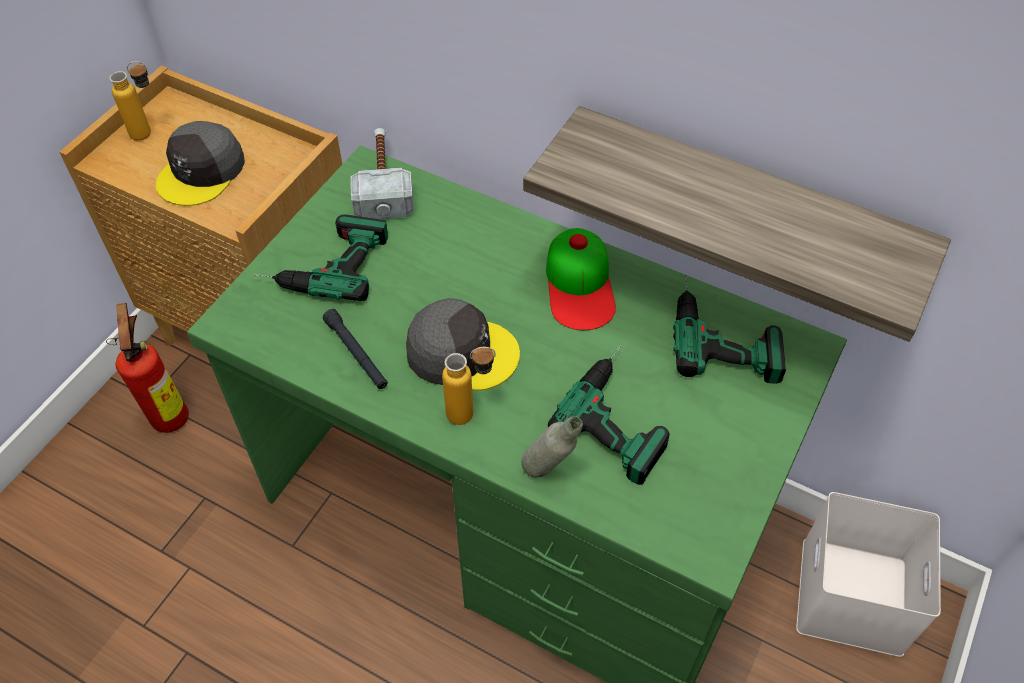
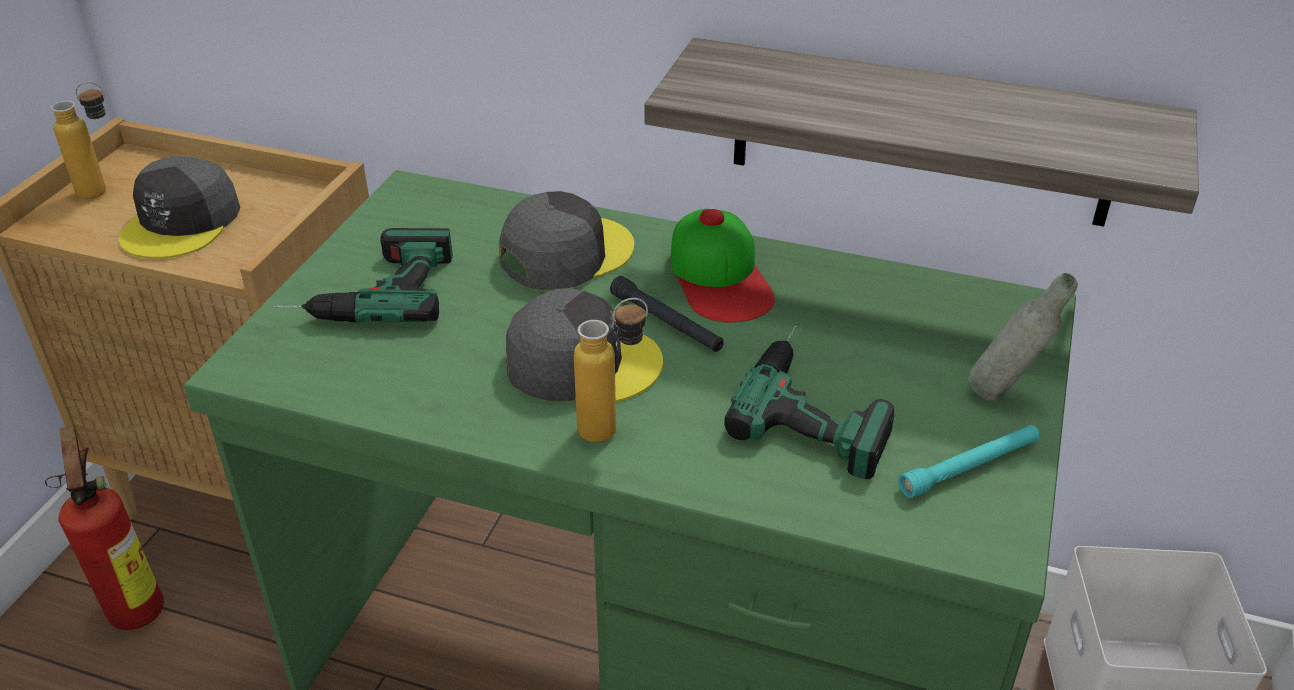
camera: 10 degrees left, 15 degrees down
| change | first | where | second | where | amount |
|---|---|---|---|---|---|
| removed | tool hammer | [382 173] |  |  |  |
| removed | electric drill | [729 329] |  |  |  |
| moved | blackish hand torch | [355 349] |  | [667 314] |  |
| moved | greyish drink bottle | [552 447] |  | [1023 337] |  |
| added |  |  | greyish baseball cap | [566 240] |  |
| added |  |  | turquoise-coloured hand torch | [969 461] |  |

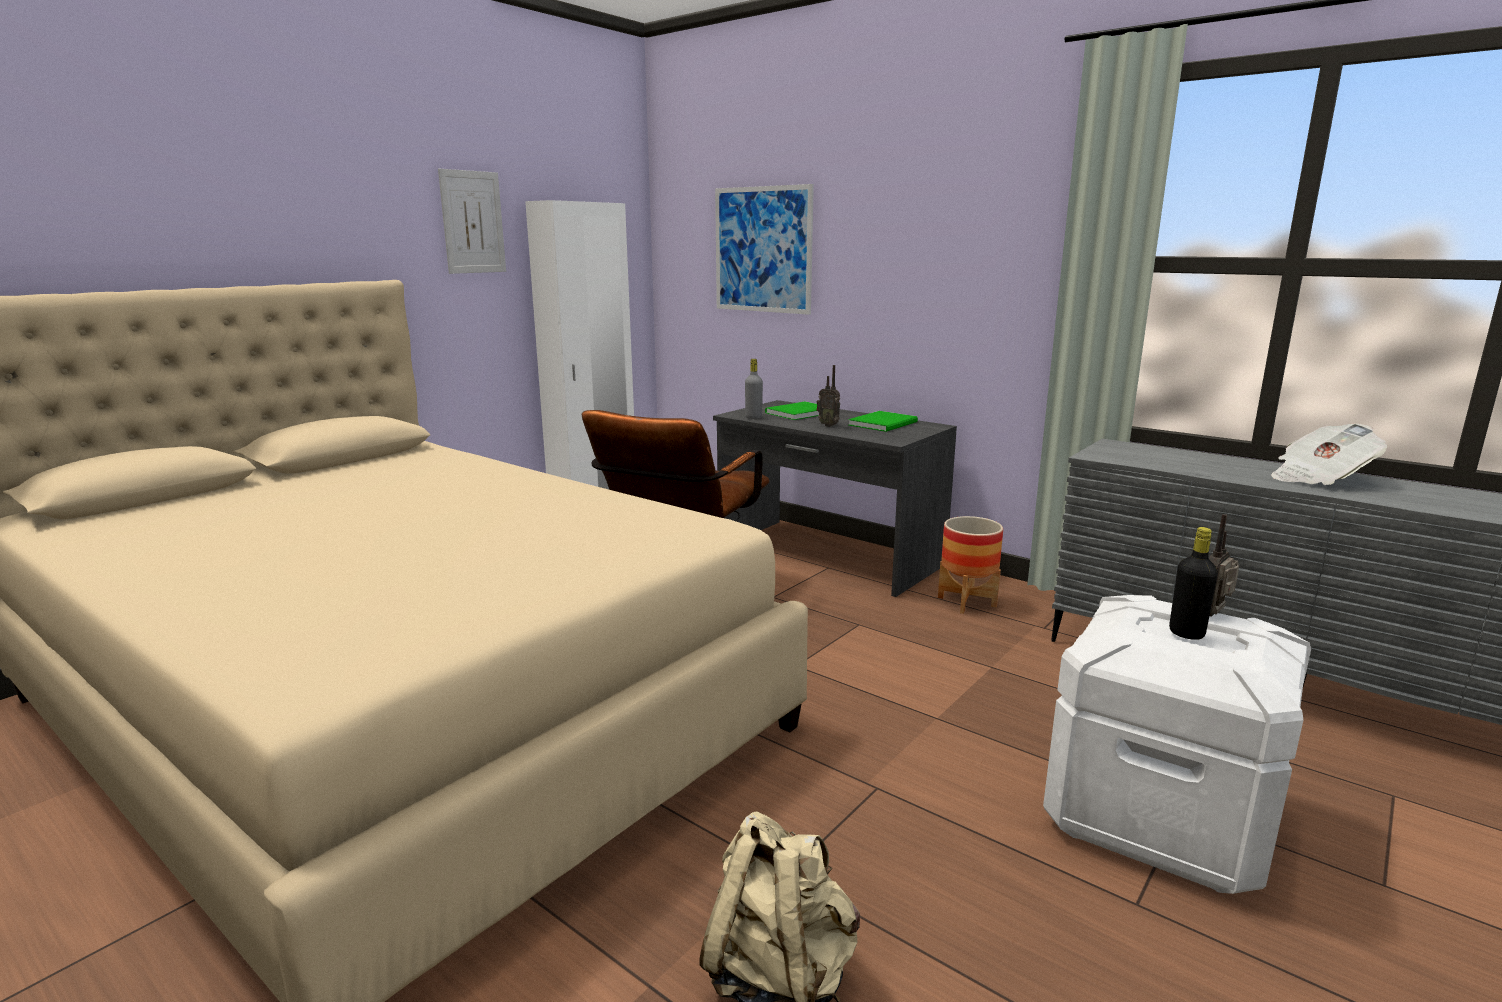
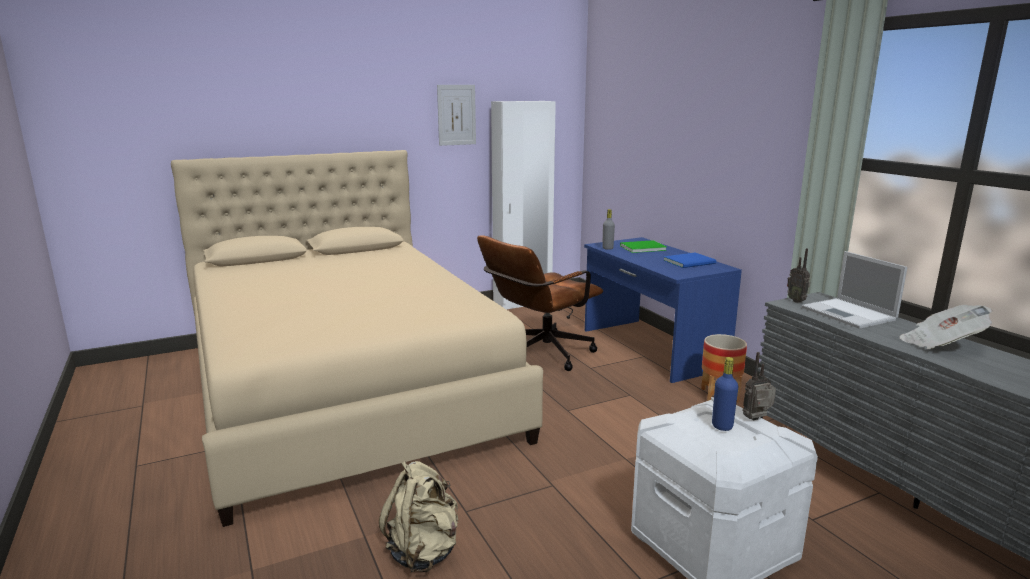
camera: 25 degrees right, 0 degrees up
| change | first | where | second | where | amount |
|---|---|---|---|---|---|
| removed | picture | [764 249] |  |  |  |
| moved | radio receiver | [828 396] |  | [798 275] |  |
| recoloured | greyish desk unit | [835 498] | blue-coloured desk unit | [663 310] |  |
| recoloured | greenish book | [883 421] | blue-coloured book | [689 260] |  |
| recoloured | blackish drink bottle | [1193 583] | blue-coloured drink bottle | [725 394] |  |
| added |  |  | portable computer | [855 290] |  |

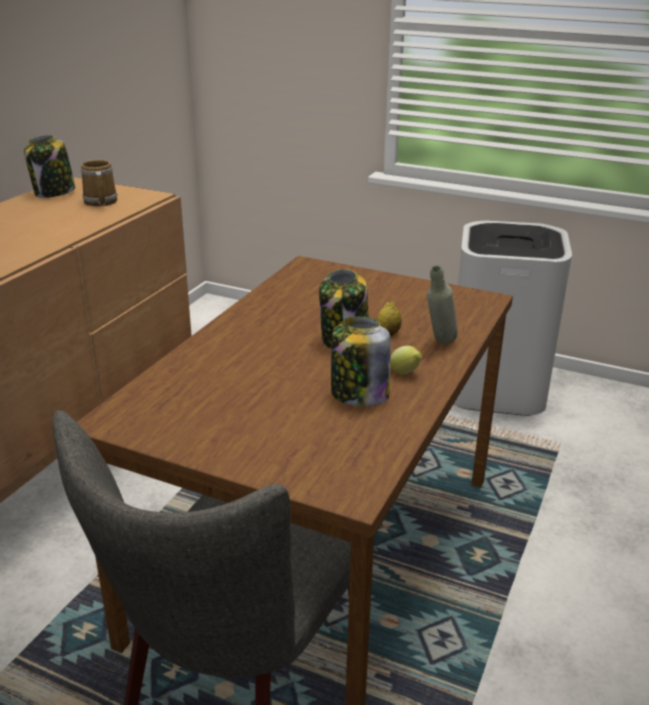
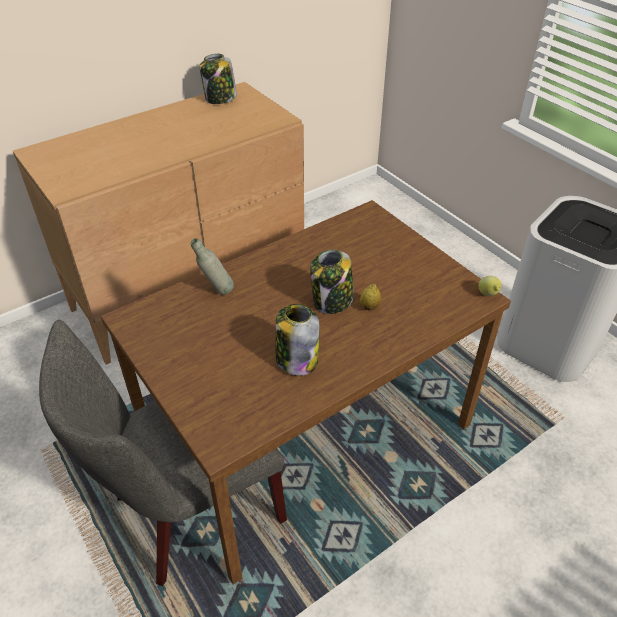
camera: 30 degrees right, 15 degrees up
| change | first | where | second | where | amount |
|---|---|---|---|---|---|
| removed | coffee mug | [99 183] |  |  |  |
| moved | greyish drink bottle | [442 304] |  | [212 266] |  |
| moved | lemon | [406 360] |  | [489 286] |  |

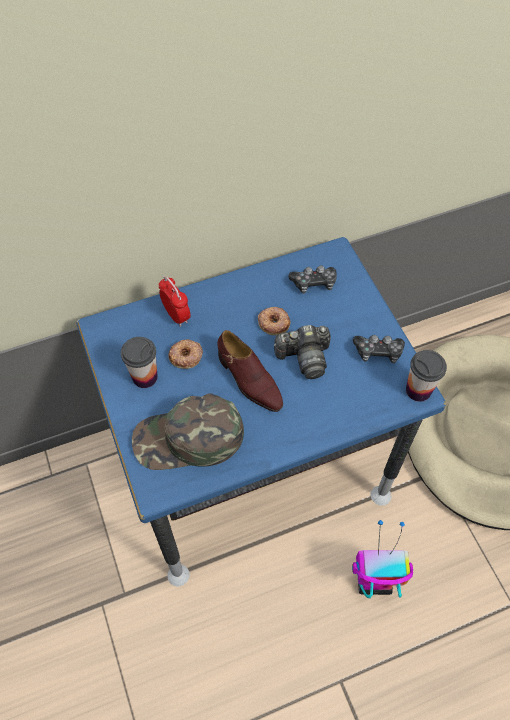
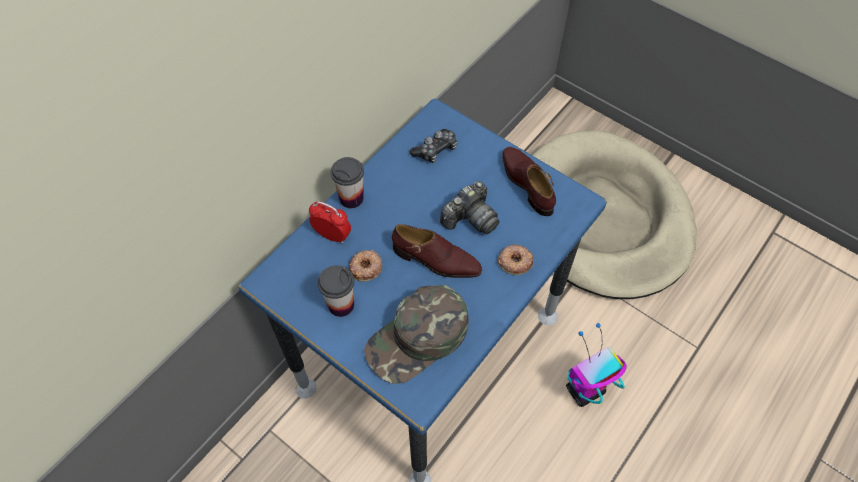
camera: 30 degrees left, 0 degrees up
| change | first | where | second | where | amount |
|---|---|---|---|---|---|
| moved | donut | [274 321] |  | [515 259] |  |
| replaced | gamepad | [379 349] | brown item of footwear | [529 181] |  |
| moved | small cup | [426 376] |  | [347 182] |  |

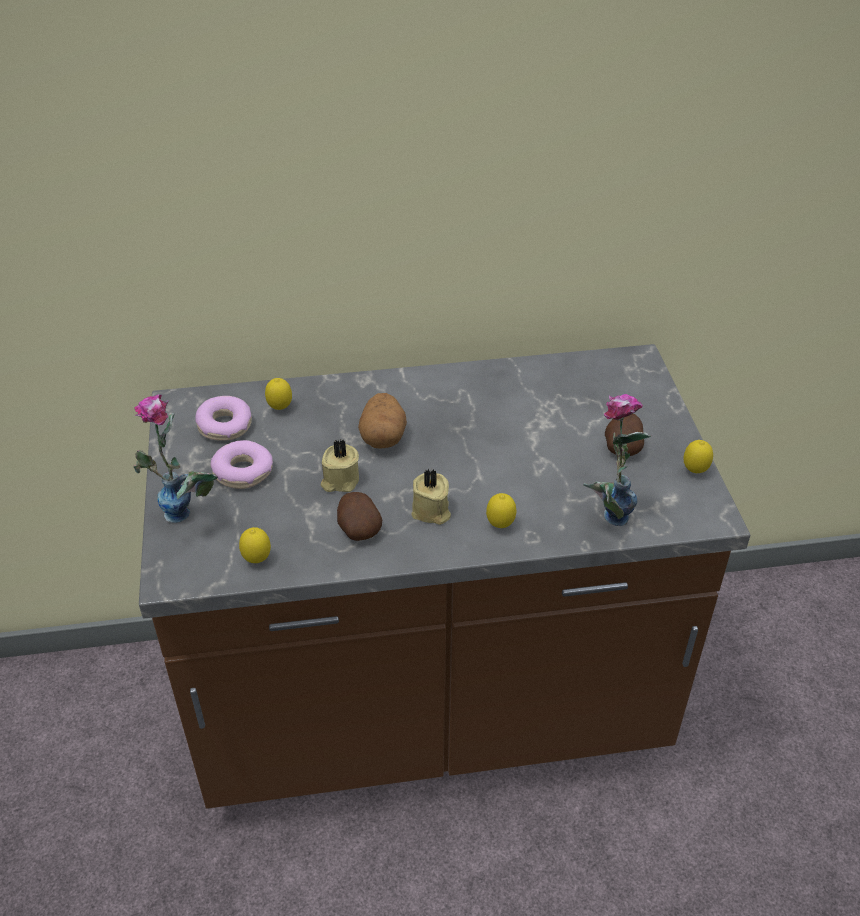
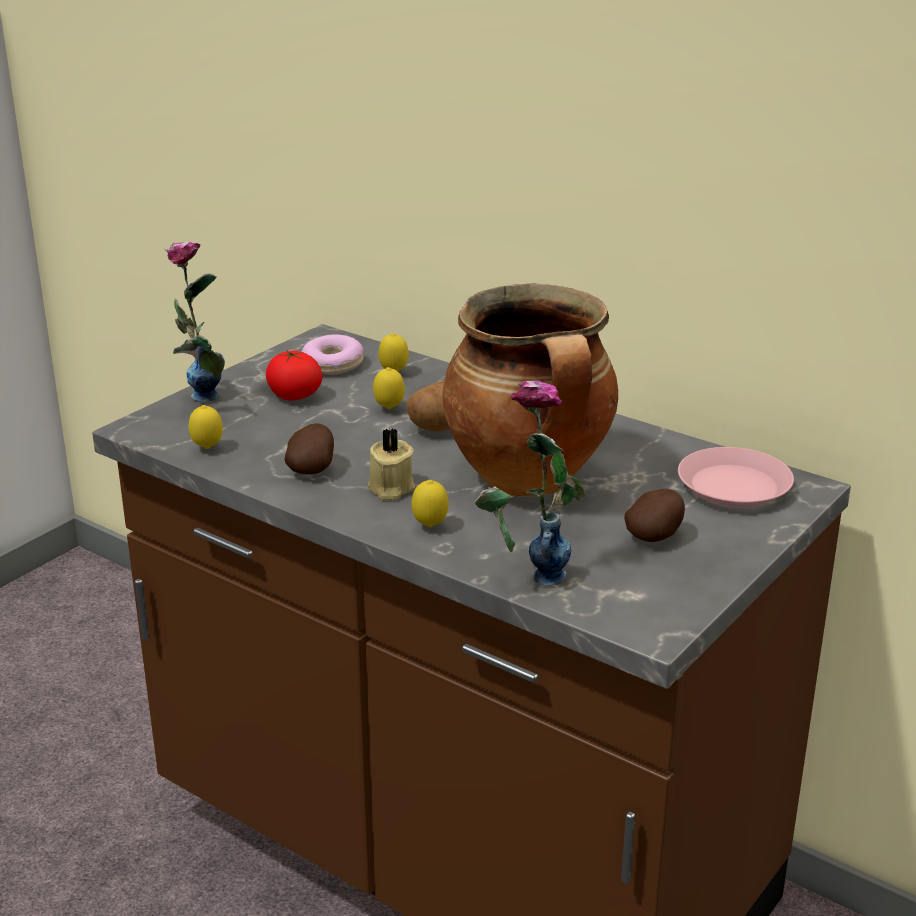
camera: 45 degrees right, 15 degrees down
| change | first | where | second | where | amount |
|---|---|---|---|---|---|
| replaced | donut | [241 464] | fresh tomato | [294 375] |  |
| removed | sand-coloured wax candle | [340 466] |  |  |  |
| moved | lemon | [698 456] |  | [389 388] |  |
| added |  |  | stockpot | [530 390] |  |
| added |  |  | pink plate | [736 477] |  |

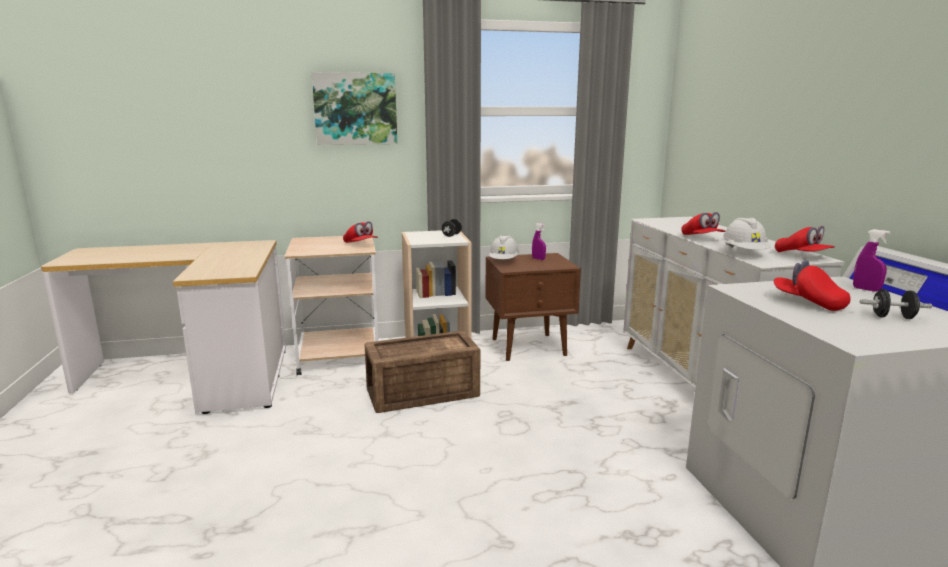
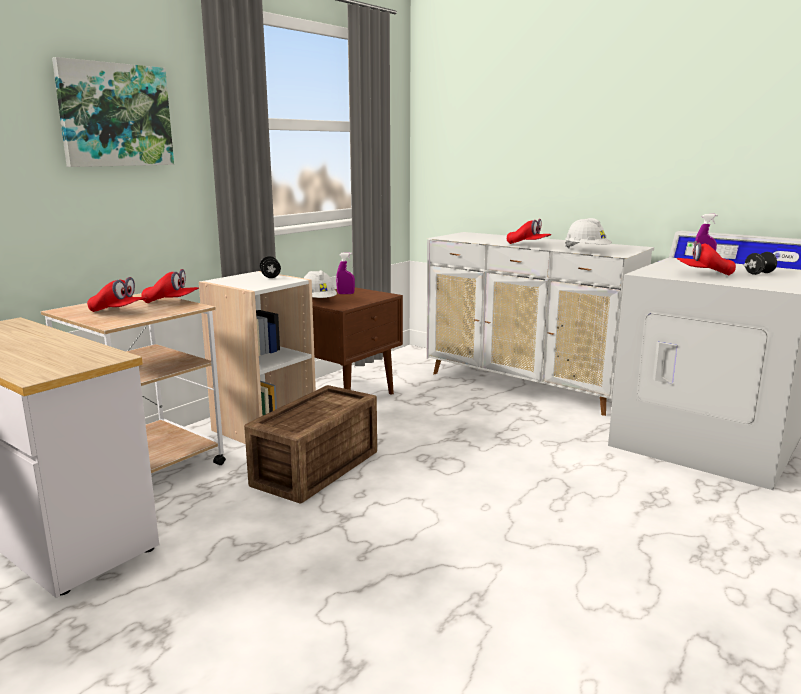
camera: 40 degrees left, 0 degrees up
| change | first | where | second | where | amount |
|---|---|---|---|---|---|
| moved | red baseball cap | [805 239] |  | [117 294] |  |

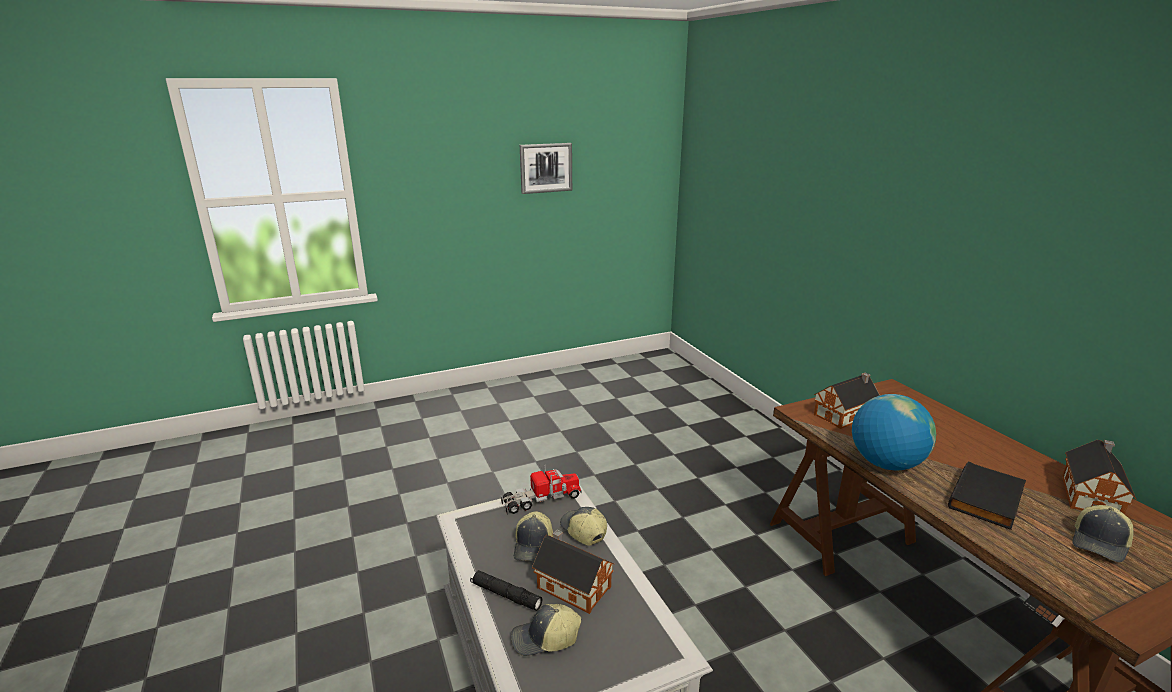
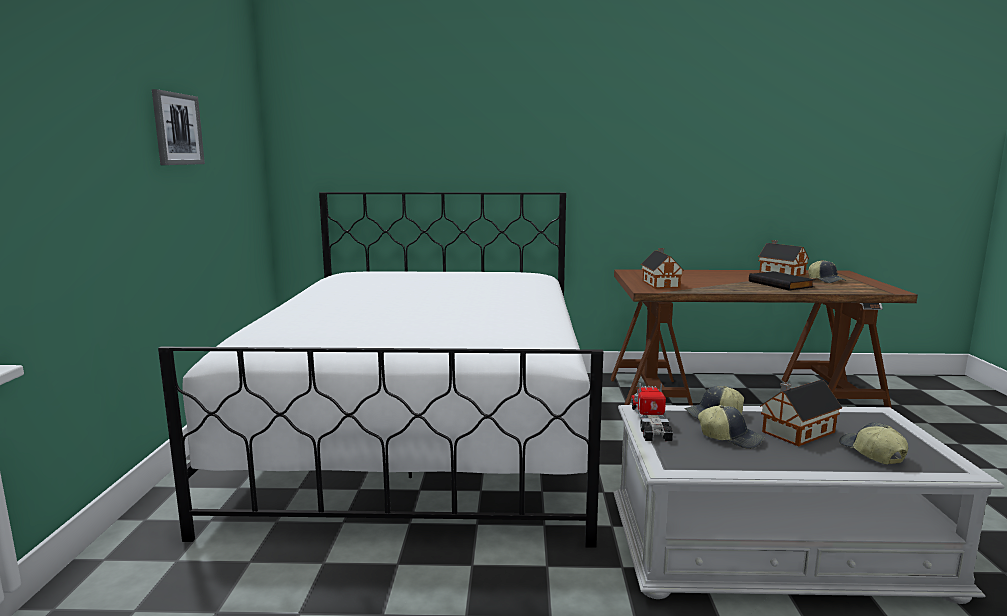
camera: 65 degrees left, 10 degrees down
| change | first | where | second | where | amount |
|---|---|---|---|---|---|
| removed | globe | [894 432] |  |  |  |
| removed | blackish hand torch | [506 590] |  |  |  |
| turned | baseball cap | [546 630] |  | [873 443] | 150 degrees clockwise |
| added |  |  | whitish sleeping bed | [380 370] |  |

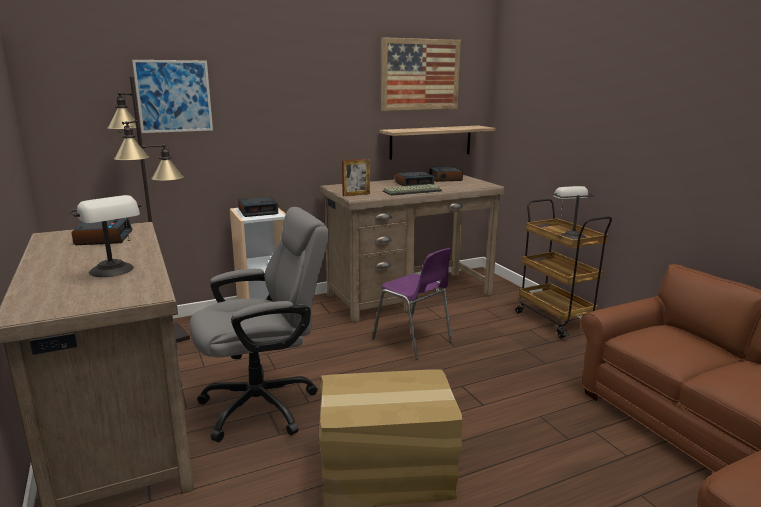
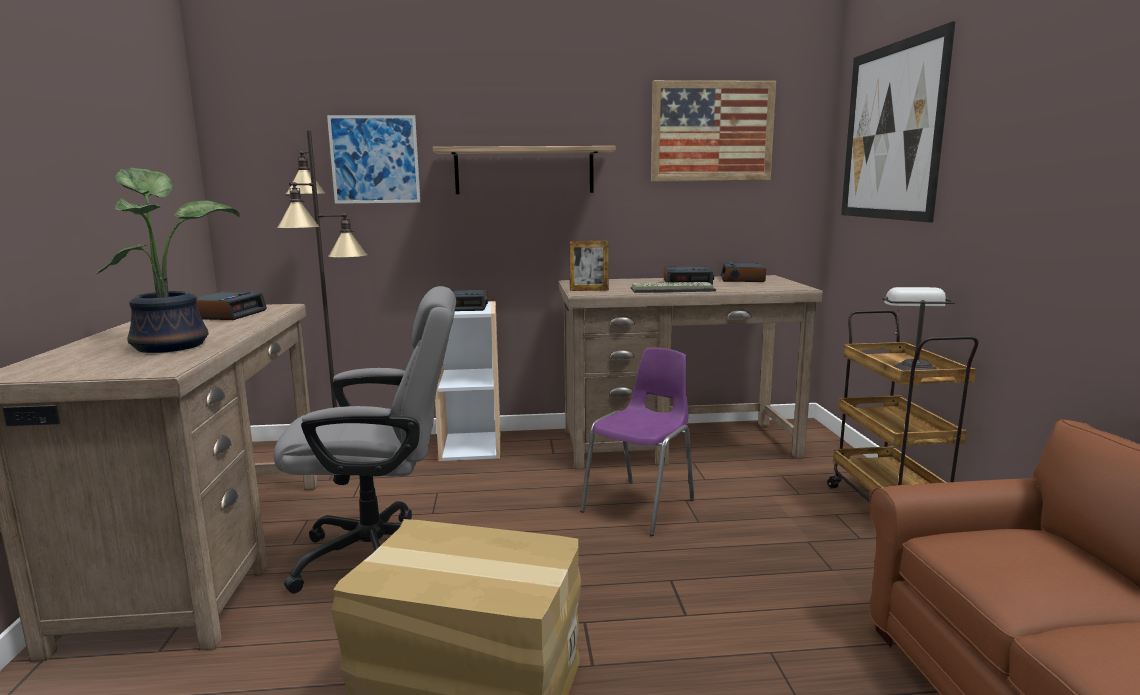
camera: 20 degrees right, 5 degrees down
| change | first | where | second | where | amount |
|---|---|---|---|---|---|
| moved | shelf | [437 143] |  | [524 170] |  |
| replaced | table lamp | [105 236] | plant in a pot | [168 260] |  |
| turned | purple-coloured plain chair | [412 304] |  | [637 442] | 120 degrees counterclockwise |
| added |  |  | picture | [898 122] |  |

